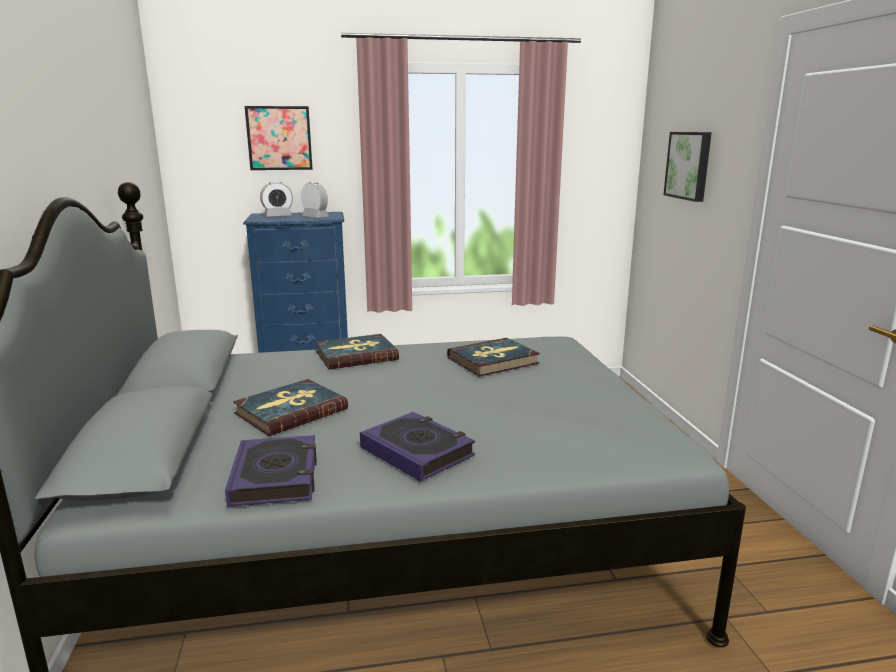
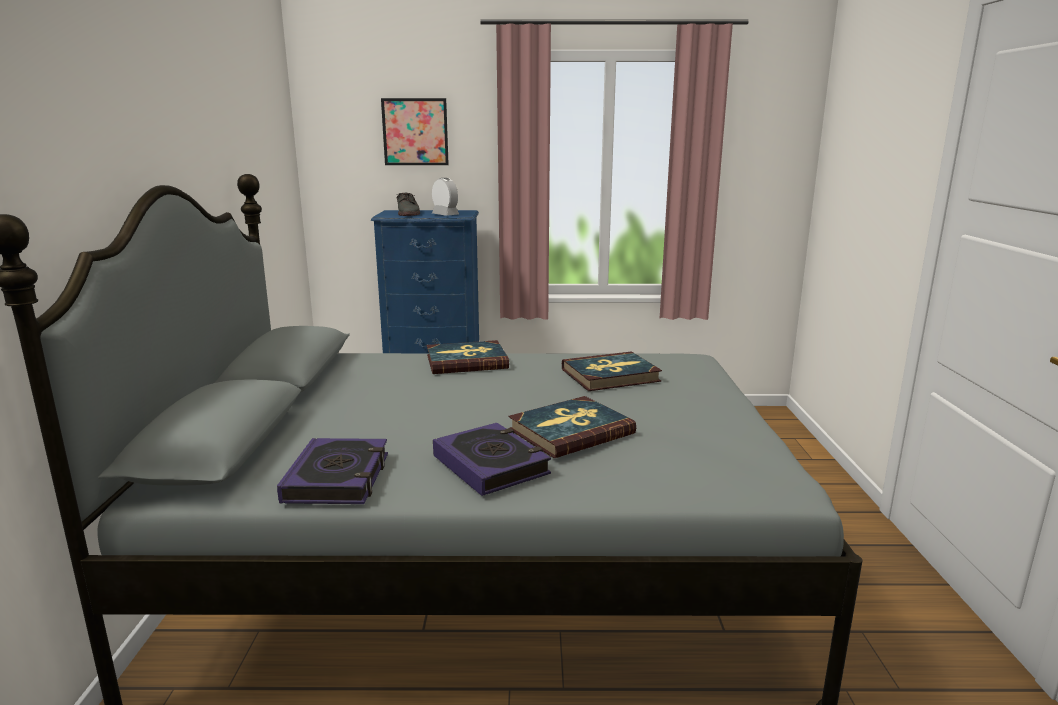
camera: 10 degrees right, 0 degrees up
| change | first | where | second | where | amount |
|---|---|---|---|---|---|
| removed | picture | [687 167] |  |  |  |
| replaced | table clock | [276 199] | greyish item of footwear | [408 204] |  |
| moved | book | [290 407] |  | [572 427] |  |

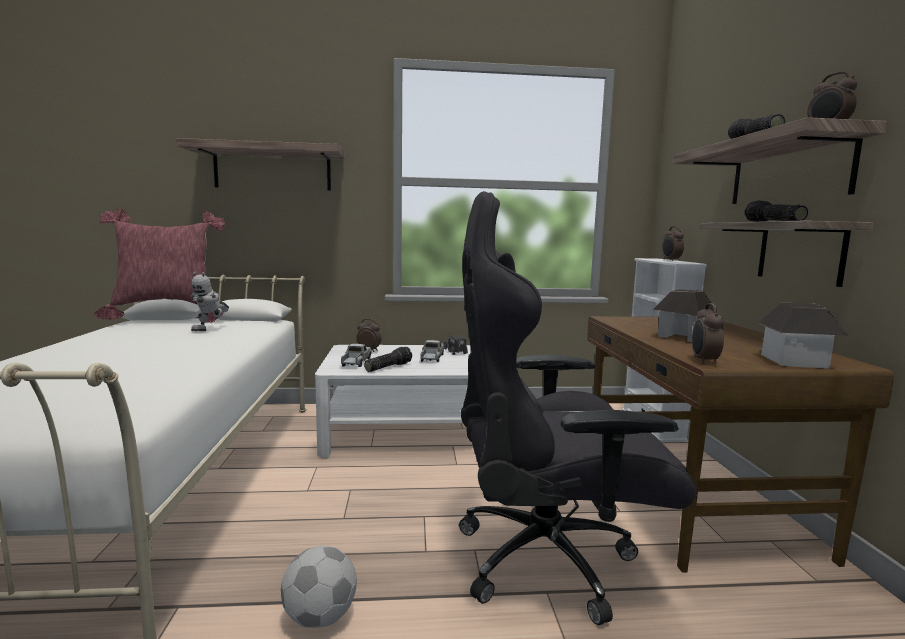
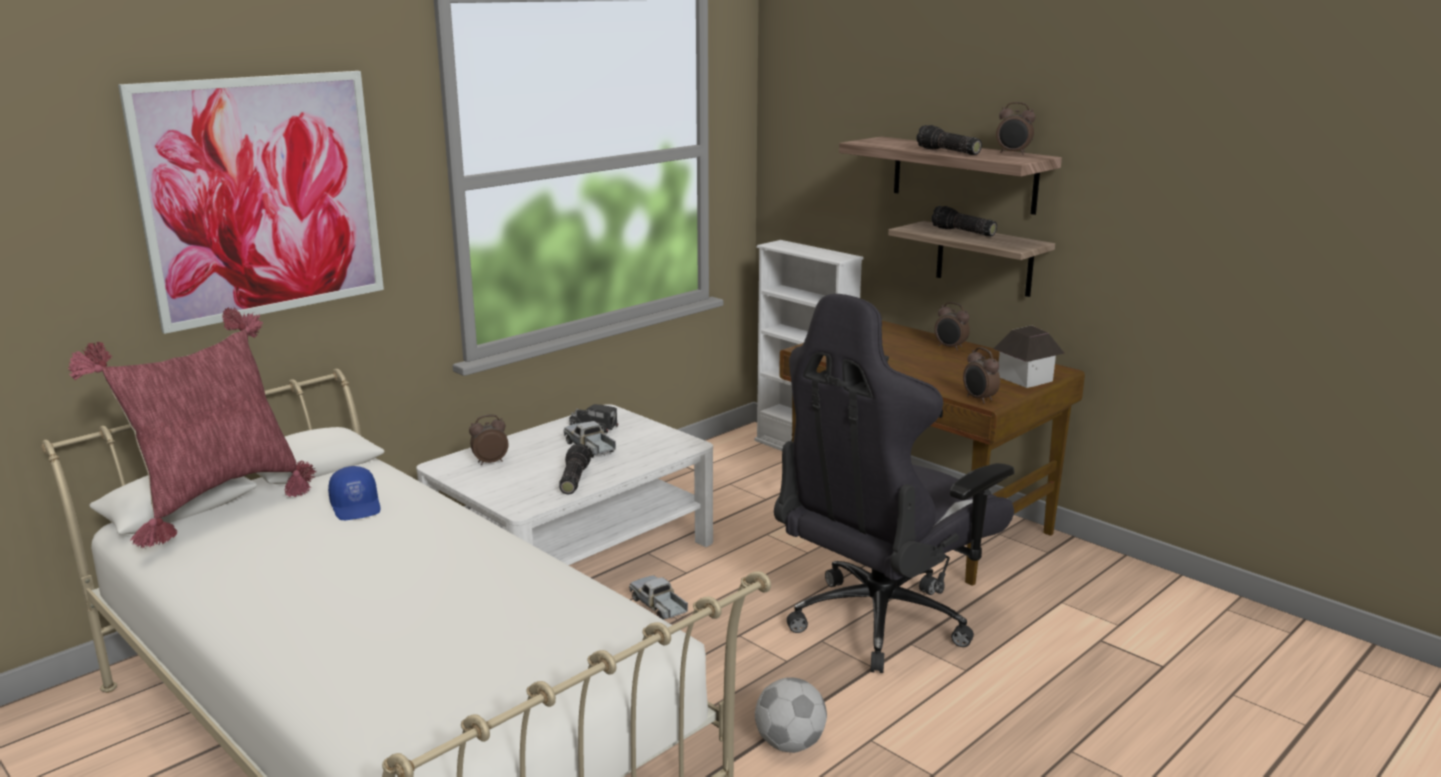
camera: 40 degrees left, 10 degrees up
| change | first | where | second | where | amount |
|---|---|---|---|---|---|
| replaced | shelf | [260 164] | picture | [251 202] |  |
| moved | table clock | [673 243] |  | [952 326] |  |
| replaced | model robot | [210 301] | blue-coloured baseball cap | [354 493] |  |
| removed | model house | [683 315] |  |  |  |
| moved | toy lorry | [356 355] |  | [658 597] |  |

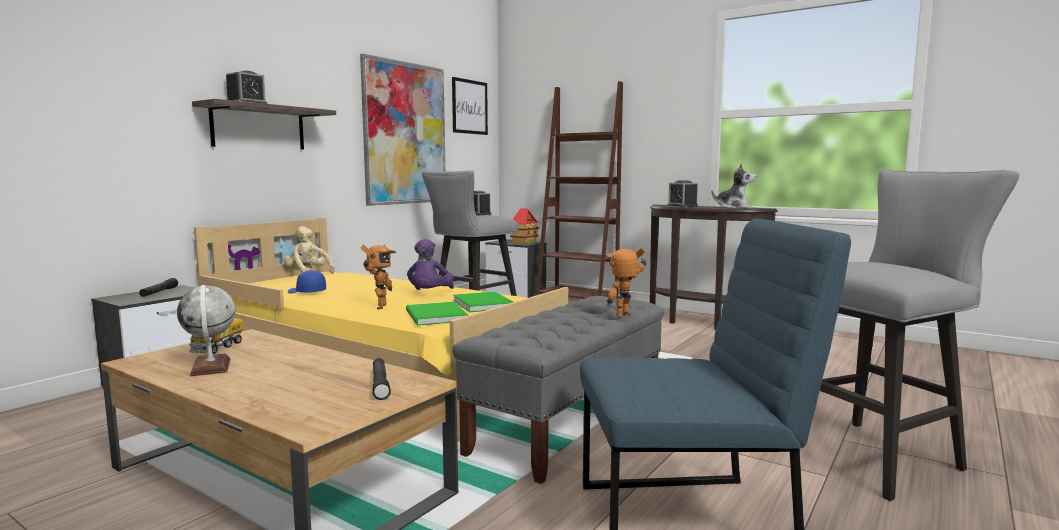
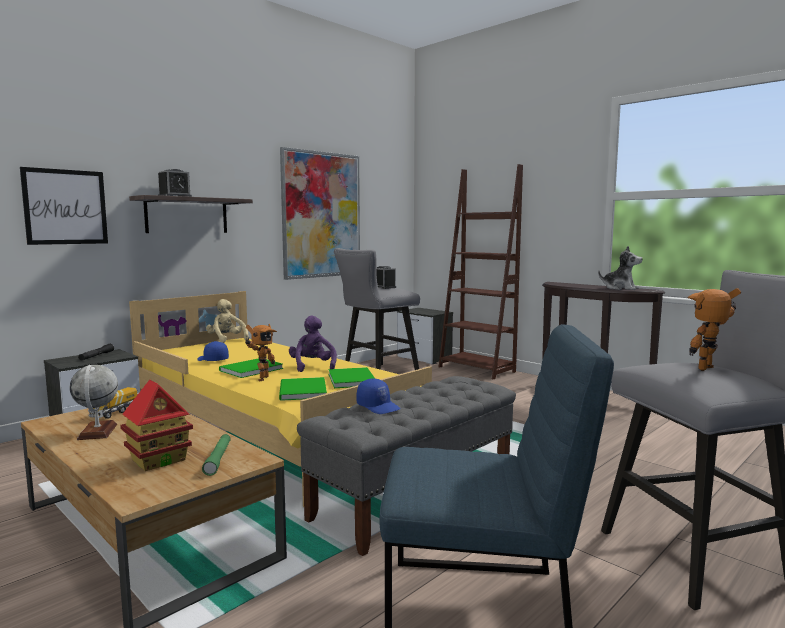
camera: 10 degrees right, 0 degrees up
| change | first | where | second | where | amount |
|---|---|---|---|---|---|
| moved | picture | [470 106] |  | [64 206] |  |
| removed | table clock | [682 193] |  |  |  |
| moved | model house | [524 226] |  | [156 425] |  |
| turned | purple-coloured cuddly toy | [430 264] |  | [313 344] | 150 degrees clockwise |
| moved | model robot | [626 283] |  | [714 329] |  |
| recoloured | blackish hand torch | [382 379] | greenish hand torch | [216 455] |  |
| added |  |  | greenish book | [251 368] |  |
| added |  |  | blue-coloured baseball cap | [379 396] |  |

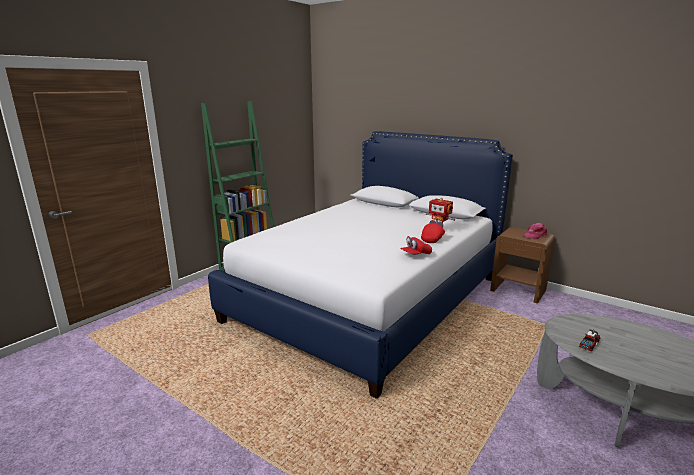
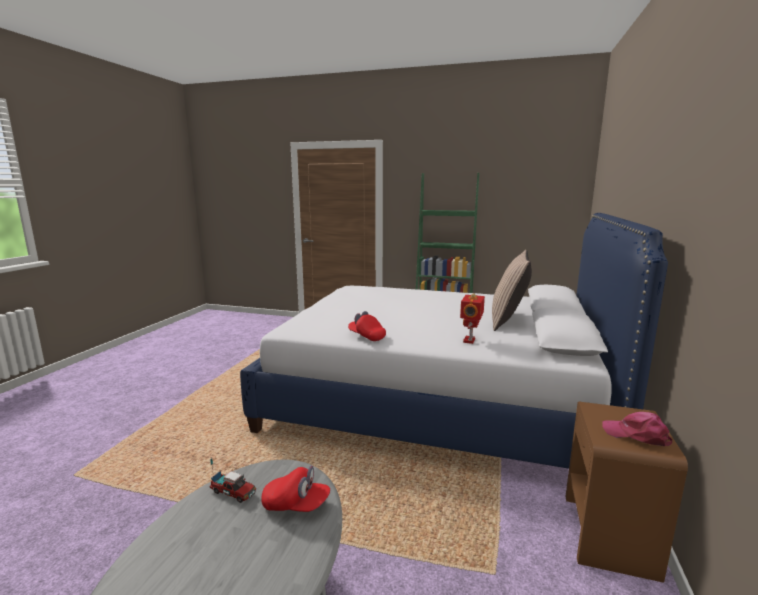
camera: 70 degrees right, 5 degrees down
| change | first | where | second | where | amount |
|---|---|---|---|---|---|
| moved | red baseball cap | [433 231] |  | [295 488] |  |
| added |  |  | cushion | [512 290] |  |

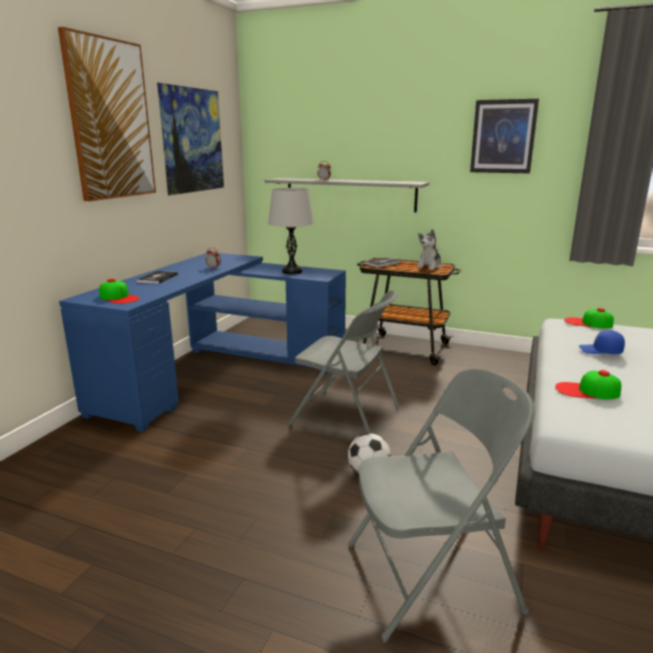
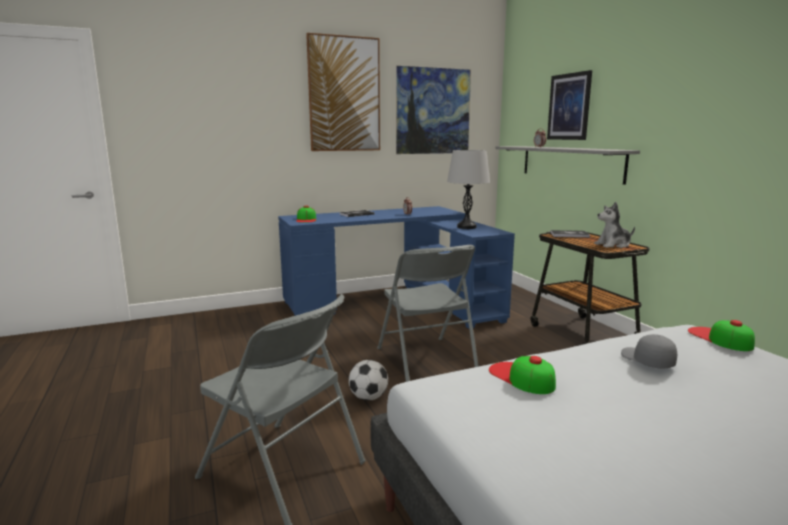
camera: 45 degrees right, 5 degrees down
| change | first | where | second | where | amount |
|---|---|---|---|---|---|
| moved | picture | [504 136] |  | [569 105] |  |
| recoloured | blue-coloured baseball cap | [602 342] | greyish baseball cap | [649 351] |  |

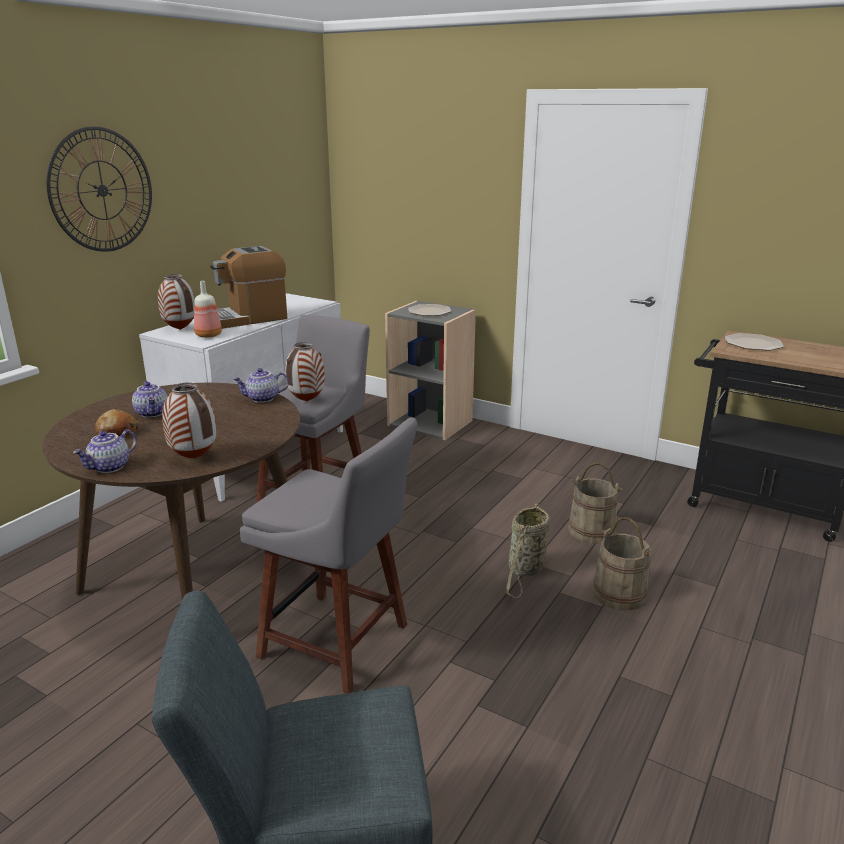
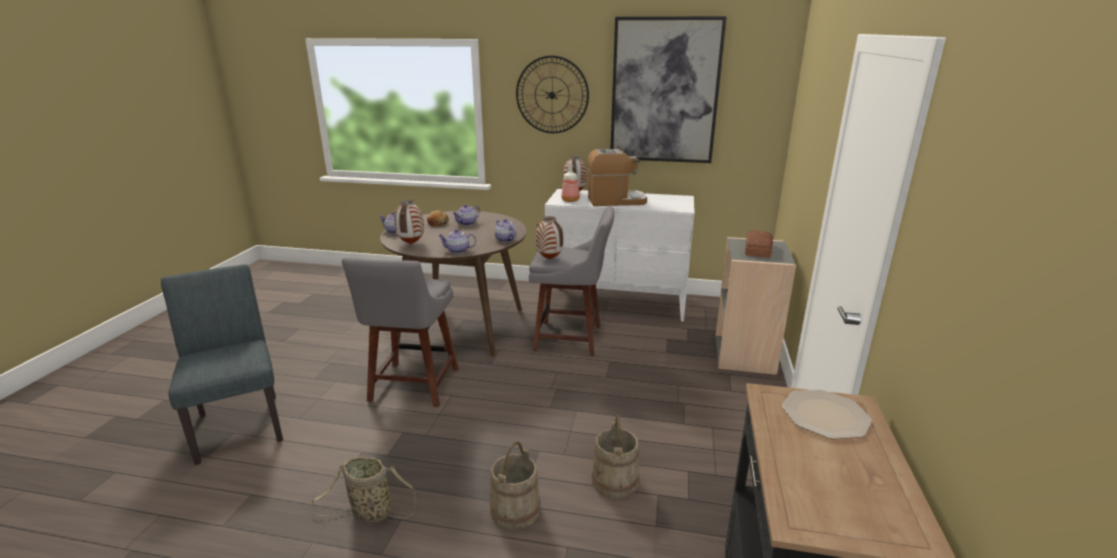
camera: 70 degrees right, 0 degrees up
| change | first | where | second | where | amount |
|---|---|---|---|---|---|
| turned | coffee brewer | [248 287] |  | [617 177] | 135 degrees clockwise |
| replaced | plate | [429 310] | bakery bread | [759 244] |  |
| moved | household basket | [528 551] |  | [363 490] |  |
| added |  |  | picture | [668 89] |  |
| added |  |  | teapot | [457 241] |  |

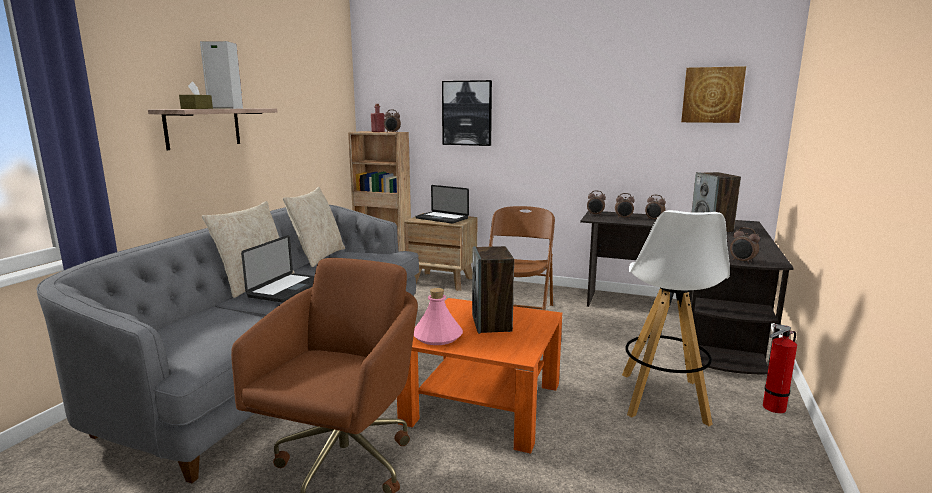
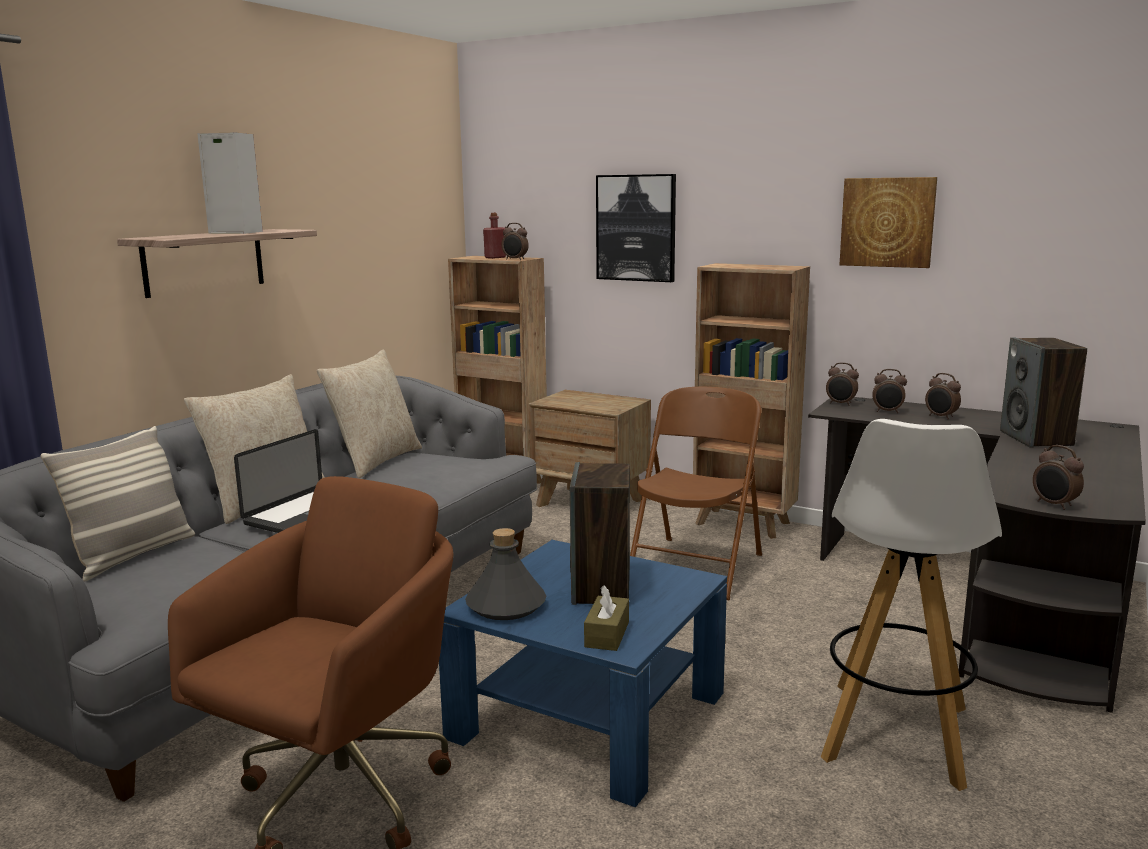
camera: 10 degrees right, 0 degrees up
| change | first | where | second | where | amount |
|---|---|---|---|---|---|
| moved | picture | [713 94] |  | [888 222] |  |
| moved | brown box of tissues | [196 95] |  | [606 618] |  |
| removed | portable computer | [442 204] |  |  |  |
| recoloured | pink drink bottle | [438 316] | greyish drink bottle | [505 574] |  |
| recoloured | orange-coloured lounge table | [479 376] | blue-coloured lounge table | [583 673] |  |
| removed | extinguisher | [780 368] |  |  |  |
| added |  |  | brown shelving unit | [751 401] |  |
| added |  |  | cushion | [117 503] |  |

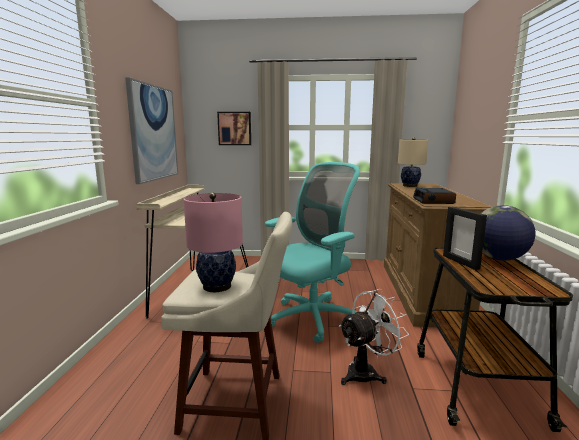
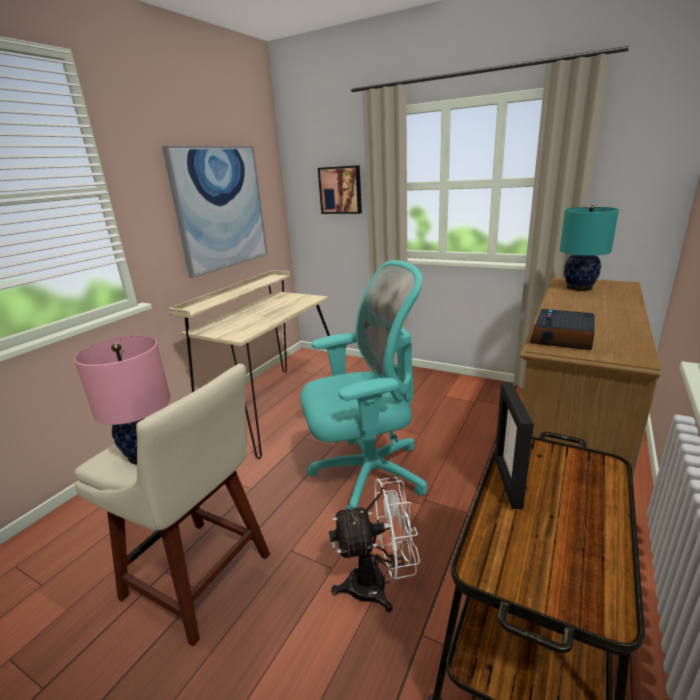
camera: 25 degrees right, 10 degrees up
| change | first | where | second | where | amount |
|---|---|---|---|---|---|
| recoloured | sand-coloured table lamp | [413 162] | turquoise-coloured table lamp | [589 248] |  |
| removed | globe | [508 233] |  |  |  |

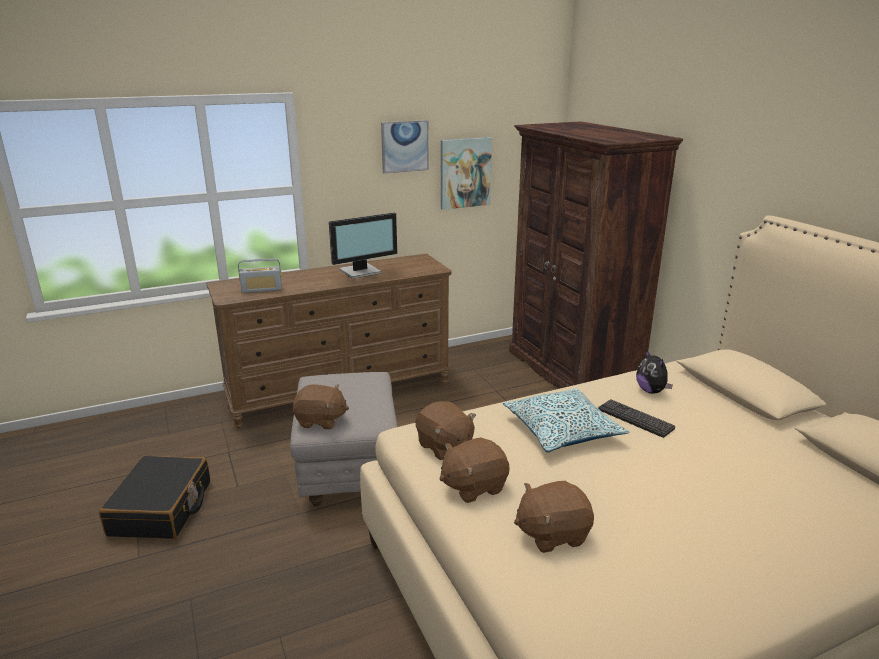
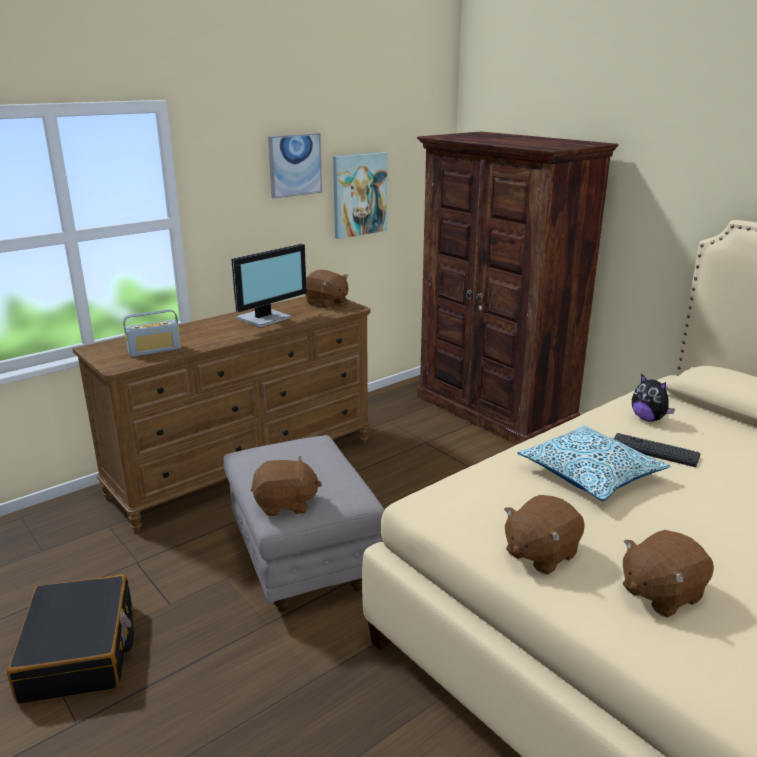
camera: 15 degrees left, 0 degrees up
| change | first | where | second | where | amount |
|---|---|---|---|---|---|
| moved | brown cuddly toy | [445 430] |  | [326 289] |  |

